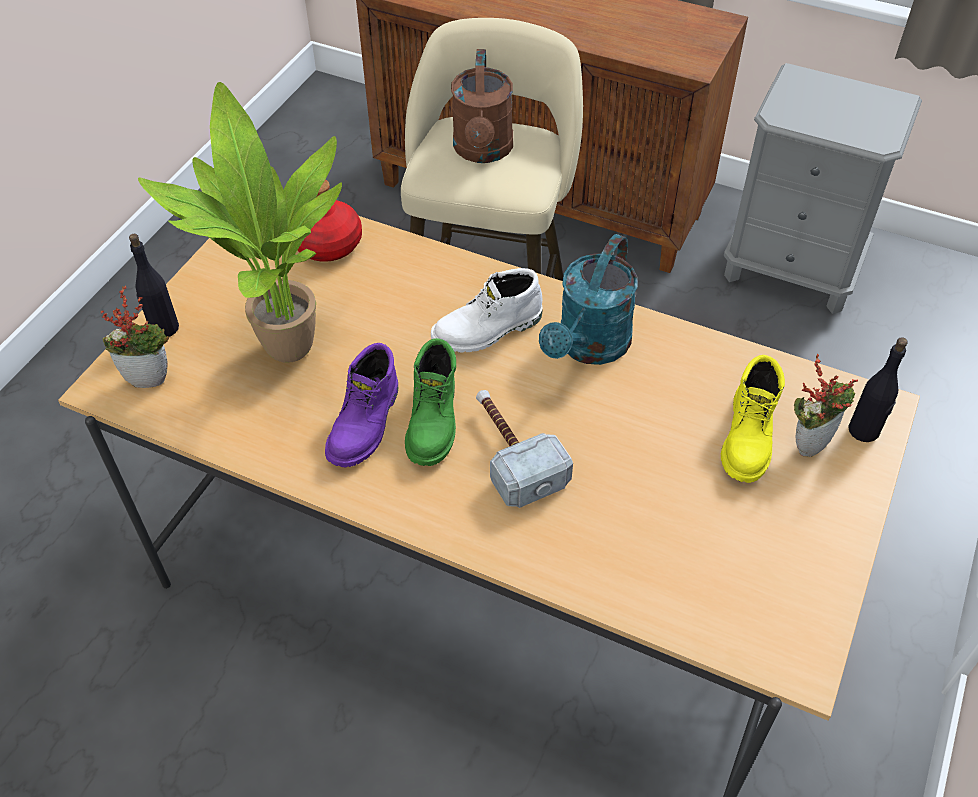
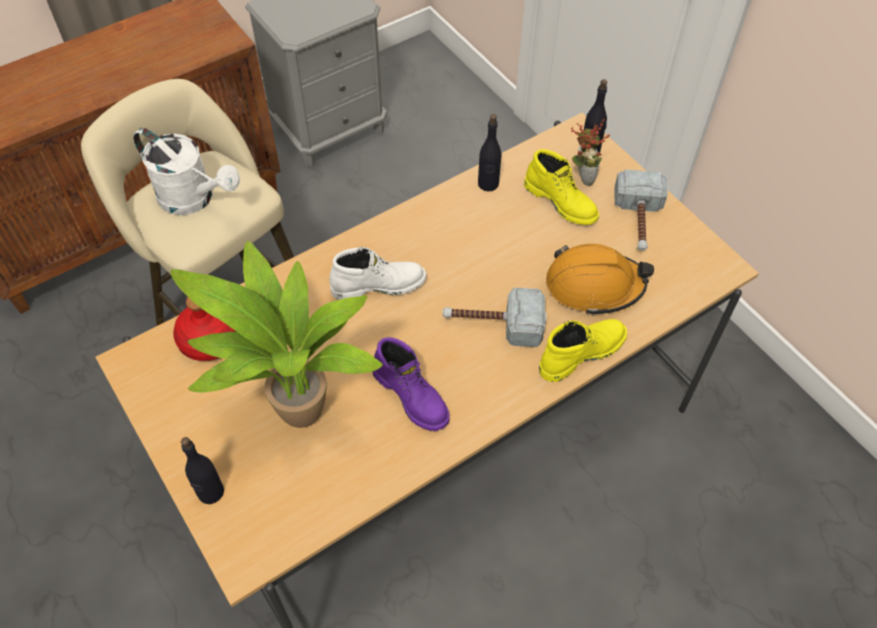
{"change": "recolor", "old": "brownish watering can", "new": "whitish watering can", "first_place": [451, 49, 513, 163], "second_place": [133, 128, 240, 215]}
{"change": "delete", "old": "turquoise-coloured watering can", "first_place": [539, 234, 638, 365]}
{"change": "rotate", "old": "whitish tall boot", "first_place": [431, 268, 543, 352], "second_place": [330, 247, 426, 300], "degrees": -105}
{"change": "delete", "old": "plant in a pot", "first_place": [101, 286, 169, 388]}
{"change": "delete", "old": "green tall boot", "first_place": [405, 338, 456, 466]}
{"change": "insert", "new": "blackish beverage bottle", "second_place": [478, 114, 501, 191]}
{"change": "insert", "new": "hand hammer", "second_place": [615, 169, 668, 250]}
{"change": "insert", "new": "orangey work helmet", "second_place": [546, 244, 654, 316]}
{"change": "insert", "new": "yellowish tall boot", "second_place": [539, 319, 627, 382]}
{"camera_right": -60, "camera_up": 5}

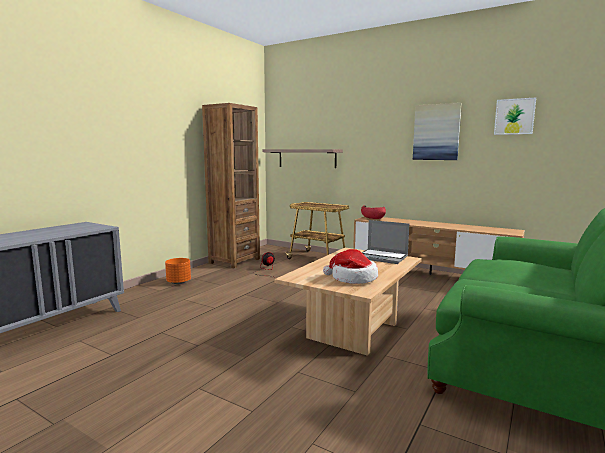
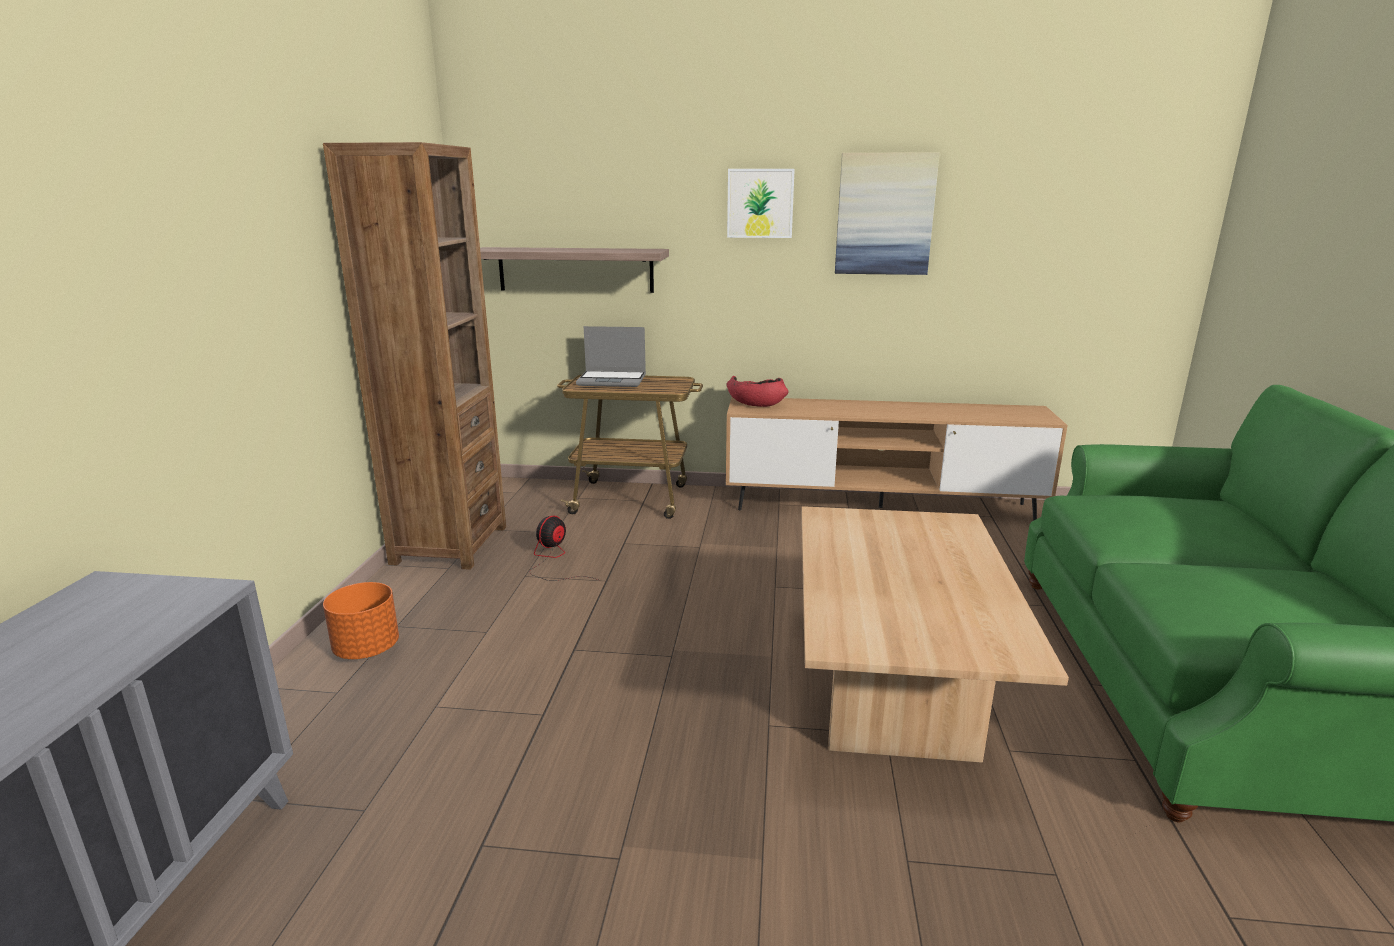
{"change": "move", "old": "wall picture", "first_place": [494, 98, 536, 135], "second_place": [727, 169, 795, 238]}
{"change": "move", "old": "portable computer", "first_place": [362, 220, 409, 264], "second_place": [576, 326, 646, 387]}
{"change": "delete", "old": "clothing hat", "first_place": [323, 249, 378, 284]}
{"camera_right": -25, "camera_up": 10}

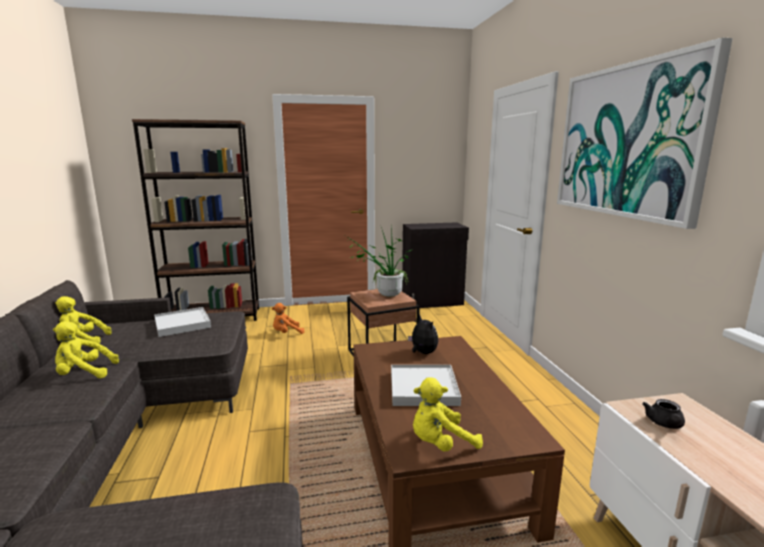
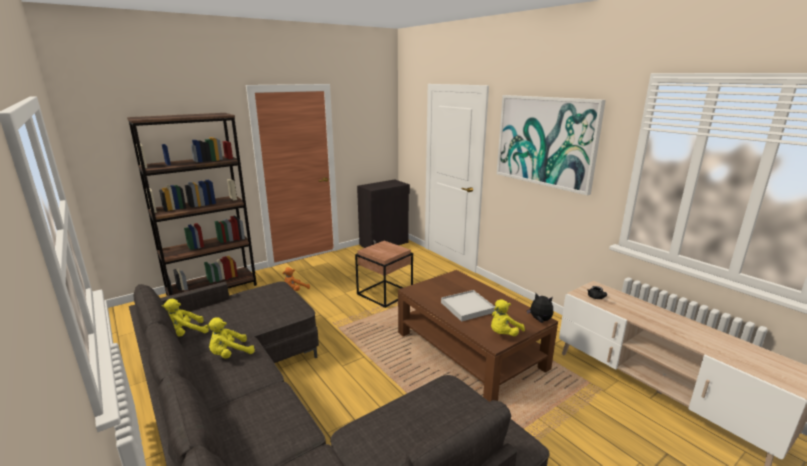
{"change": "delete", "old": "plant in a pot", "first_place": [346, 226, 411, 297]}
{"change": "delete", "old": "whitish carrying tray", "first_place": [154, 307, 211, 337]}
{"change": "move", "old": "soft toy", "first_place": [408, 315, 438, 354], "second_place": [527, 293, 553, 323]}
{"camera_right": -25, "camera_up": 5}

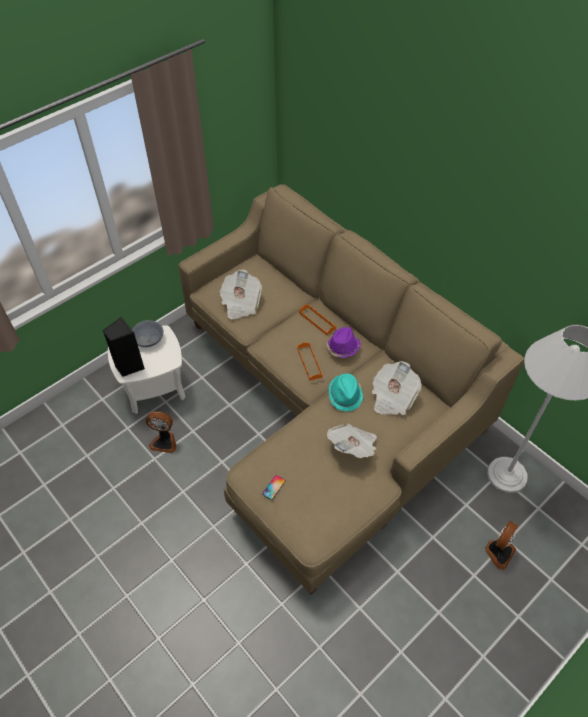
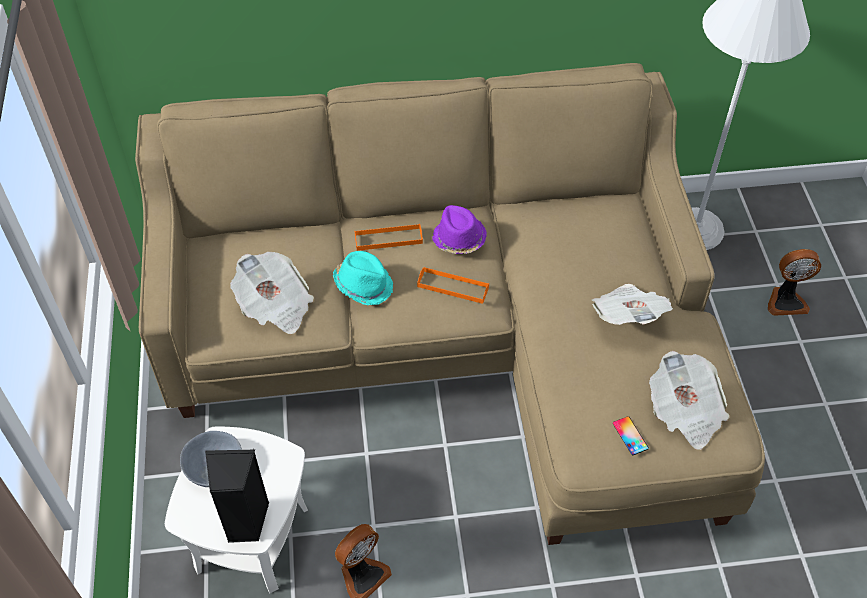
{"change": "move", "old": "newspaper", "first_place": [372, 361, 421, 415], "second_place": [649, 351, 729, 450]}
{"change": "move", "old": "turquoise-coloured clothing hat", "first_place": [329, 374, 363, 412], "second_place": [333, 251, 393, 306]}
{"change": "rotate", "old": "cooling fan", "first_place": [485, 521, 518, 570], "second_place": [768, 249, 821, 316], "degrees": 105}
{"camera_right": -55, "camera_up": 0}

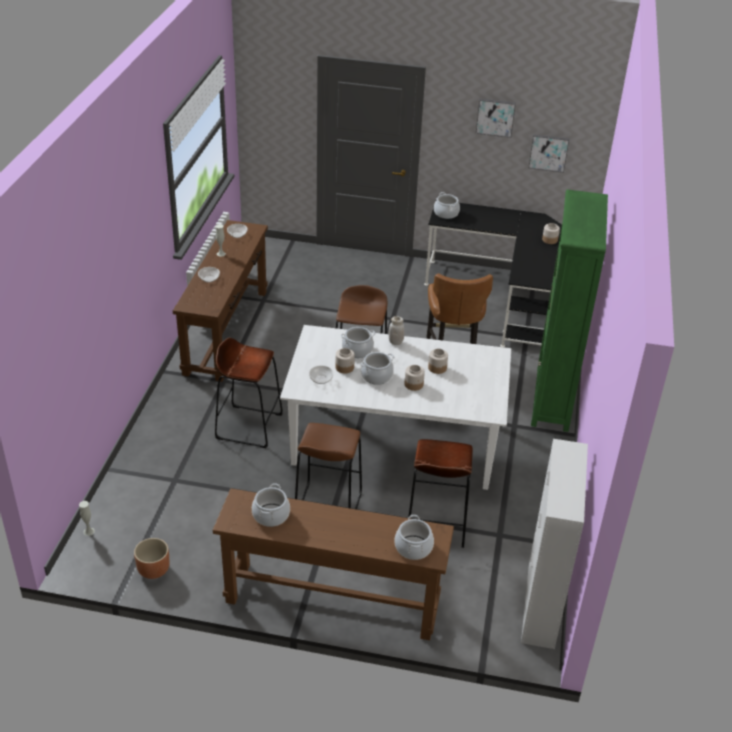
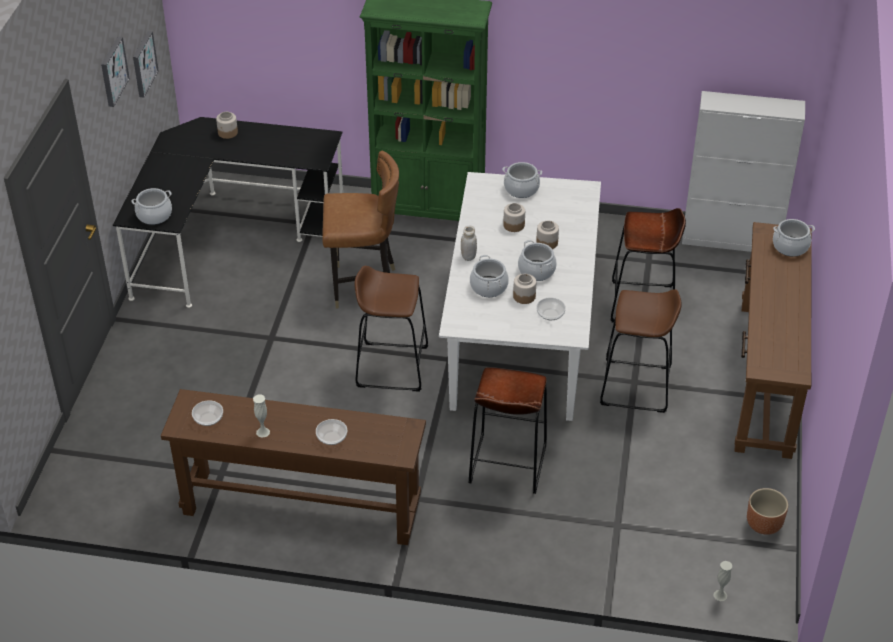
{"change": "move", "old": "saucepot", "first_place": [252, 483, 290, 527], "second_place": [503, 162, 542, 198]}
{"camera_right": -90, "camera_up": 5}

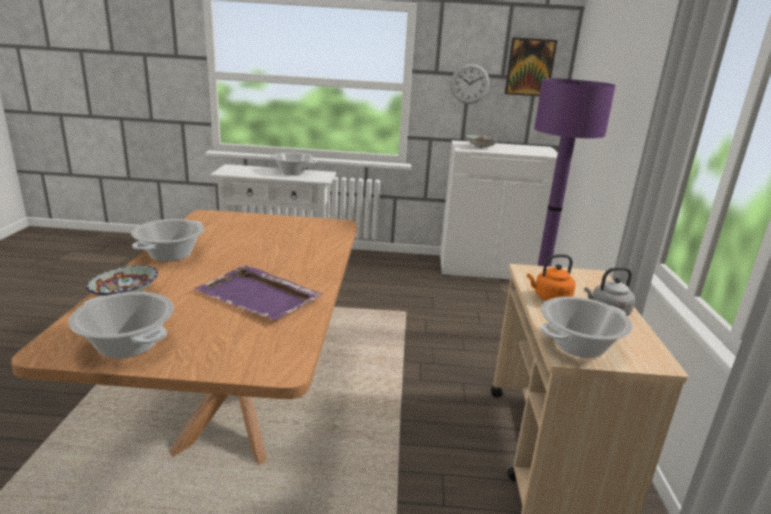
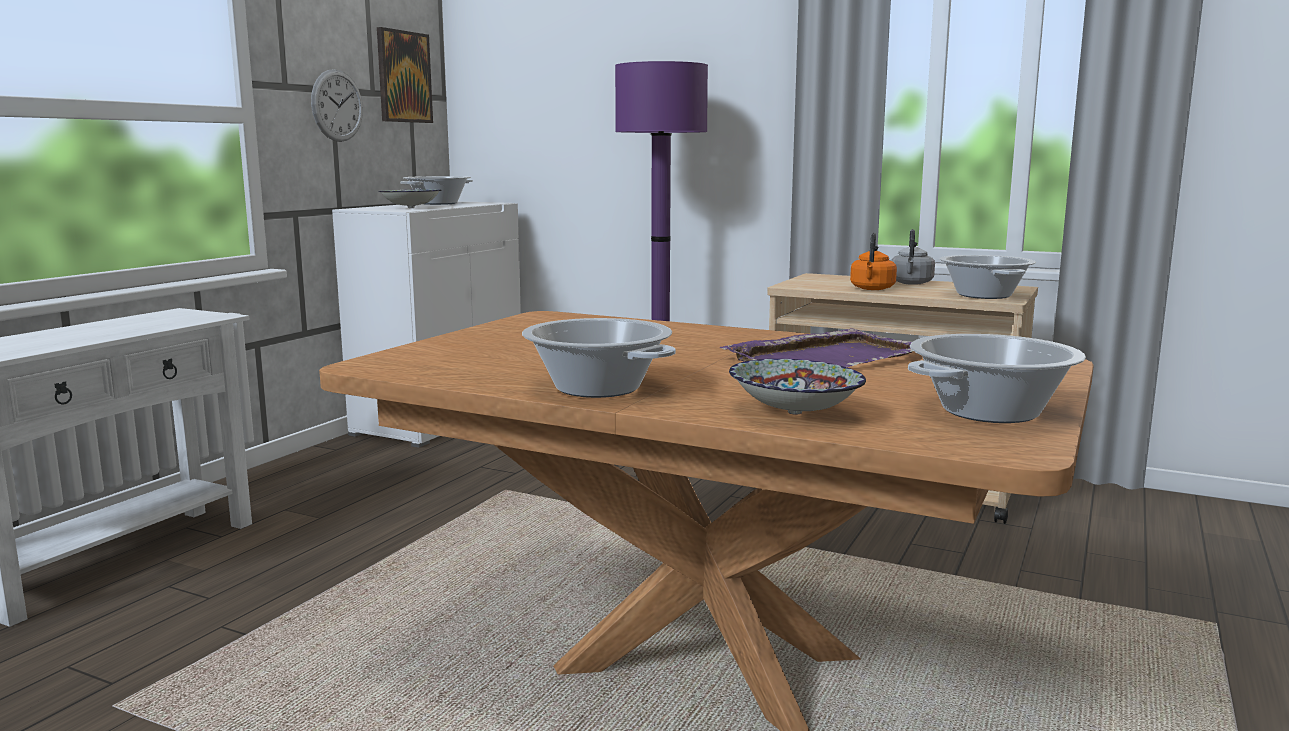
{"change": "move", "old": "saucepot", "first_place": [268, 152, 318, 175], "second_place": [400, 176, 473, 205]}
{"camera_right": -65, "camera_up": -10}

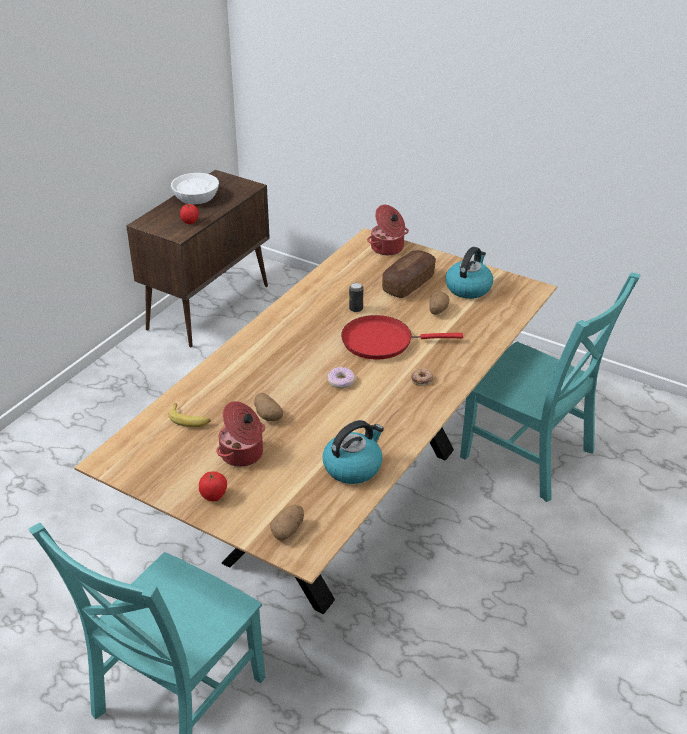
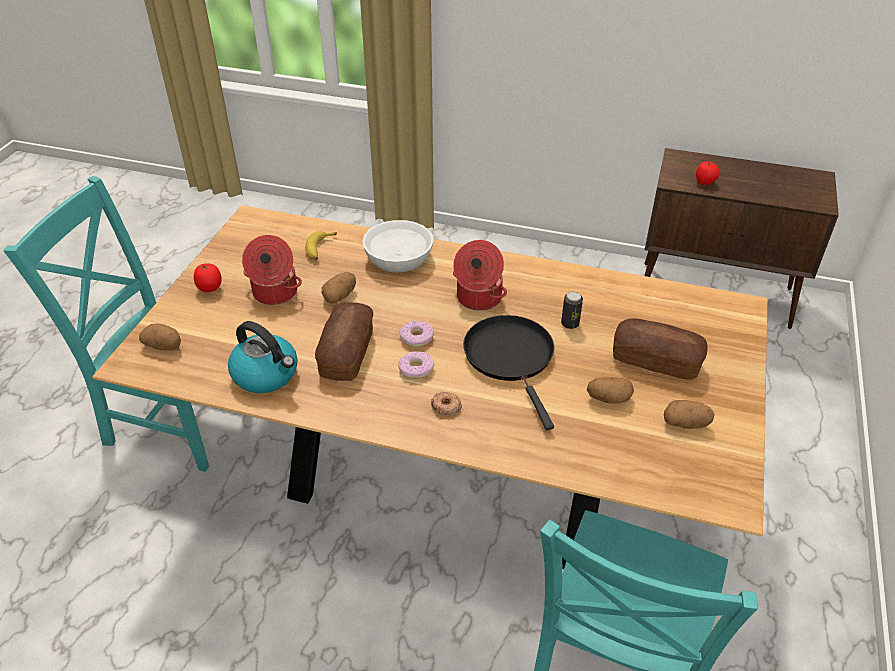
{"change": "move", "old": "whitish deep dish", "first_place": [171, 173, 219, 204], "second_place": [362, 220, 433, 273]}
{"change": "move", "old": "saucepot", "first_place": [367, 205, 409, 255], "second_place": [453, 240, 507, 311]}
{"change": "replace", "old": "kettle", "new": "spud", "first_place": [445, 247, 493, 299], "second_place": [664, 400, 714, 429]}
{"change": "recolor", "old": "red frying pan", "new": "blackish frying pan", "first_place": [341, 315, 463, 360], "second_place": [463, 315, 554, 430]}
{"change": "insert", "new": "bakery bread", "second_place": [315, 302, 373, 381]}
{"change": "insert", "new": "ring doughnut", "second_place": [398, 351, 434, 379]}
{"camera_right": 75, "camera_up": 5}

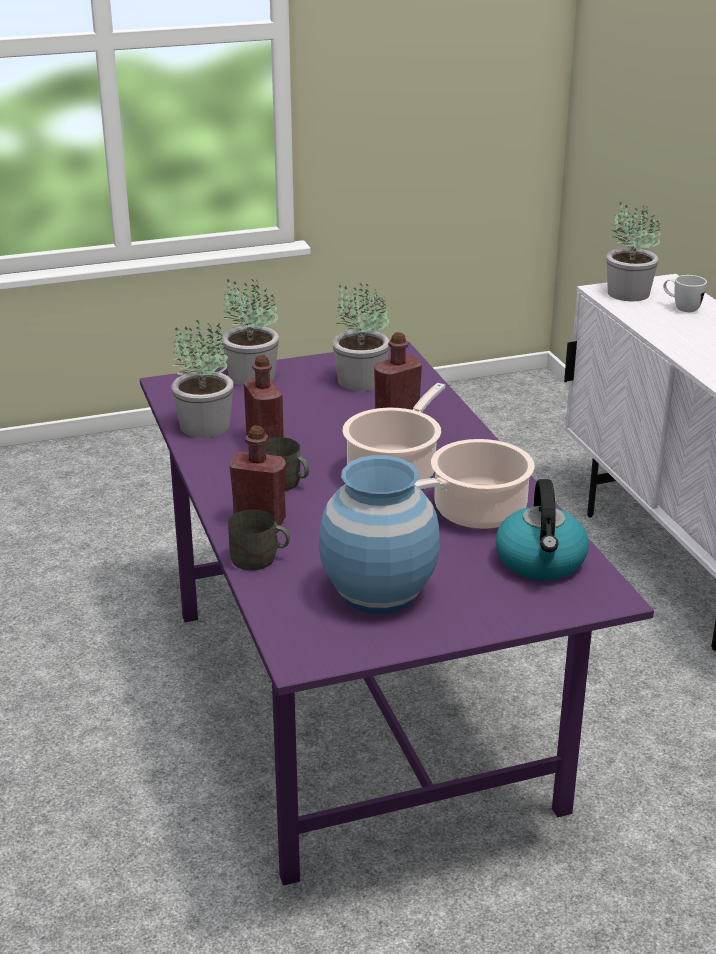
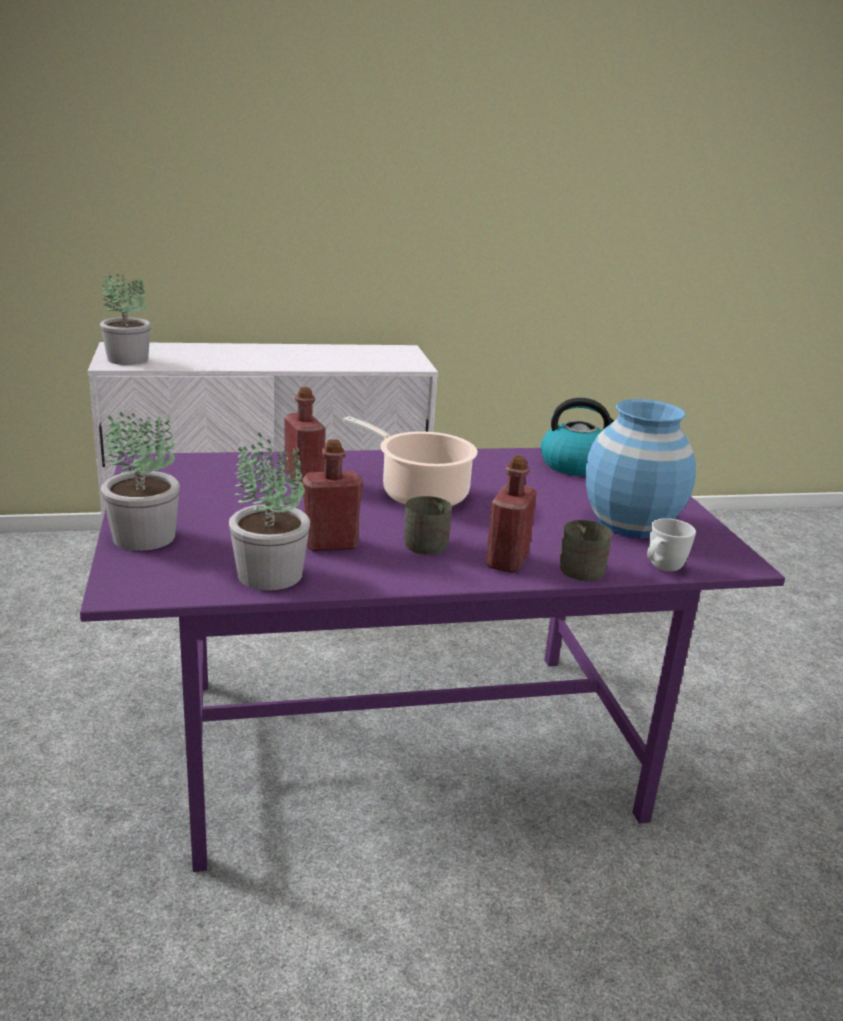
{"change": "move", "old": "whitish tea mug", "first_place": [663, 275, 707, 312], "second_place": [647, 518, 696, 572]}
{"change": "delete", "old": "plant in a pot", "first_place": [332, 283, 390, 391]}
{"change": "delete", "old": "saucepot", "first_place": [415, 439, 535, 529]}
{"camera_right": -85, "camera_up": -5}

